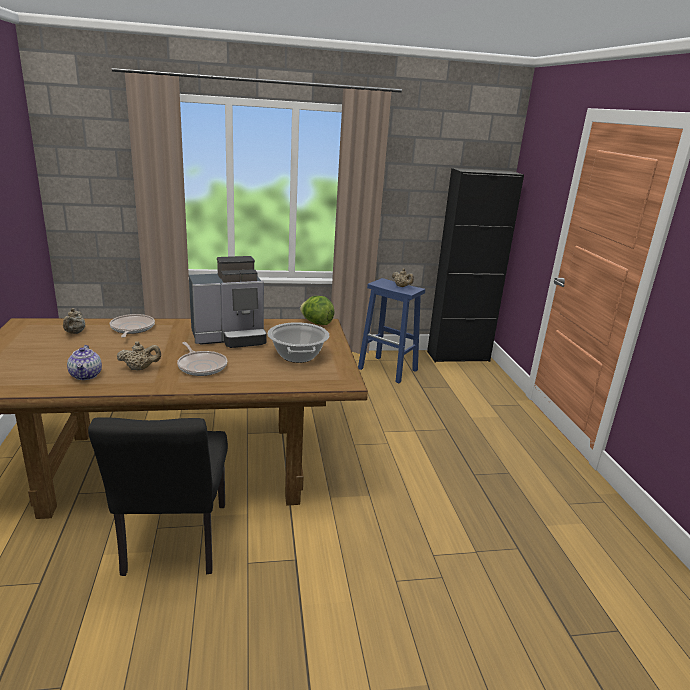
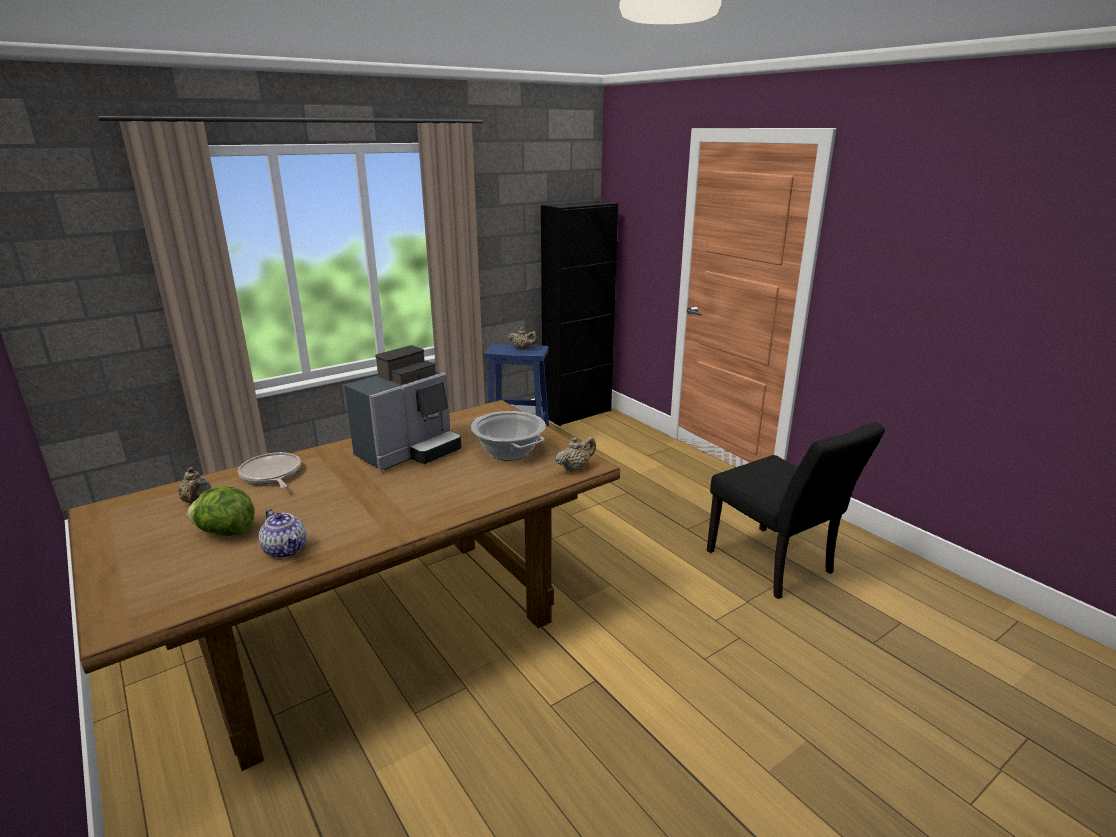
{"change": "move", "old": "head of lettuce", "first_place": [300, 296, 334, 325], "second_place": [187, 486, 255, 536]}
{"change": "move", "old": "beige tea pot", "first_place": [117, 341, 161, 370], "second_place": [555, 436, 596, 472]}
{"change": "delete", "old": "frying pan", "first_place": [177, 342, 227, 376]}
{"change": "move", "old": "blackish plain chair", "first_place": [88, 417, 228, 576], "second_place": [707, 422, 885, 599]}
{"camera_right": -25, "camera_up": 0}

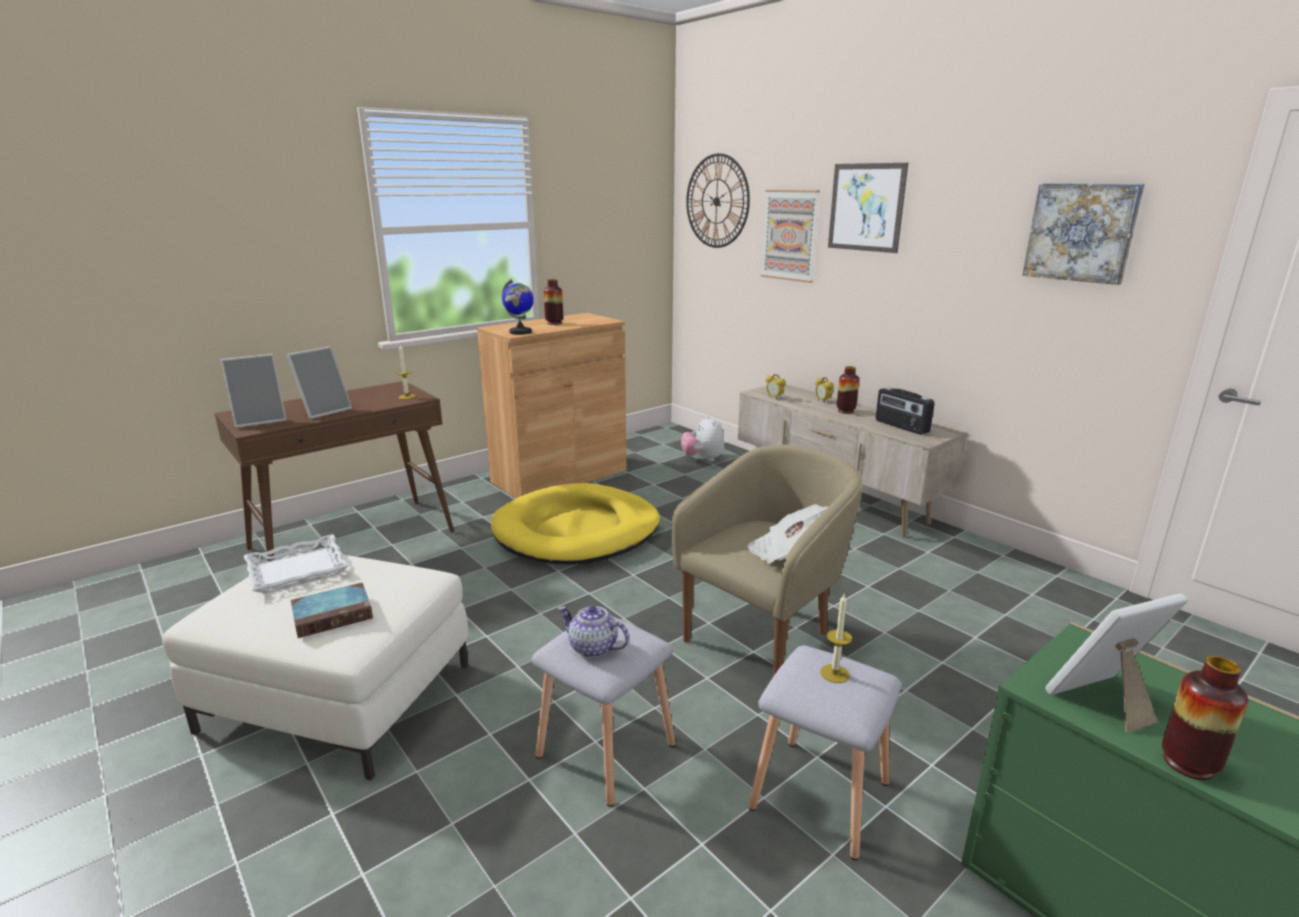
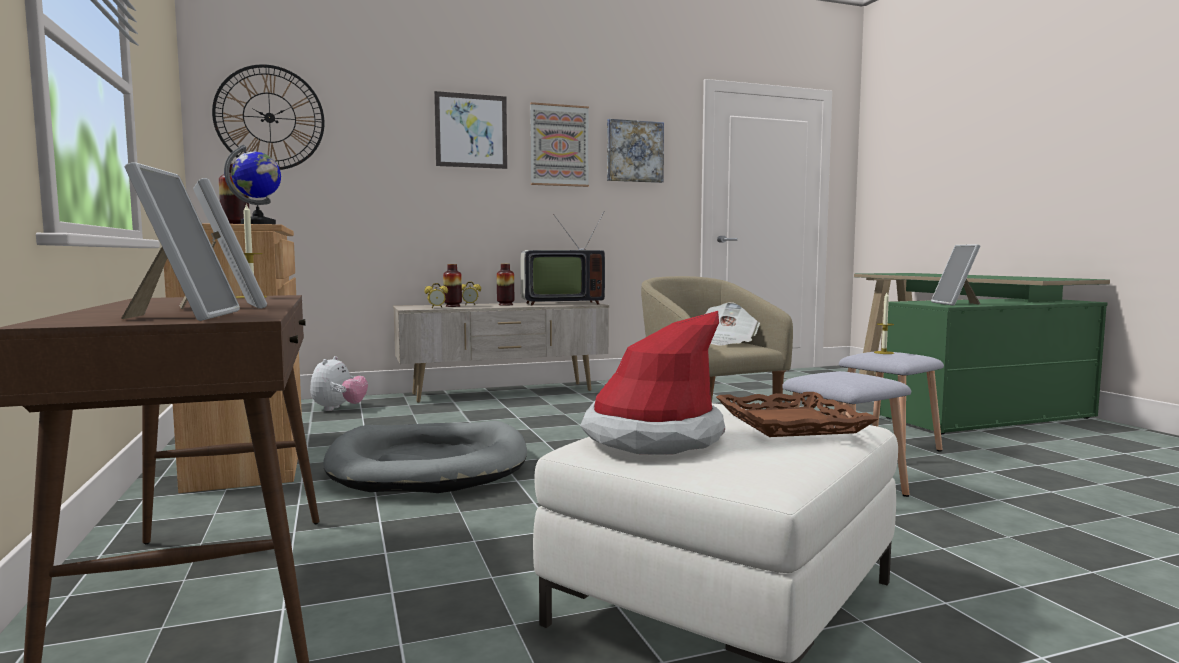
{"change": "move", "old": "wall picture", "first_place": [761, 190, 820, 283], "second_place": [530, 102, 589, 187]}
{"change": "replace", "old": "radio", "new": "TV", "first_place": [876, 387, 934, 435], "second_place": [520, 211, 605, 306]}
{"change": "rotate", "old": "soft toy", "first_place": [681, 415, 725, 462], "second_place": [310, 356, 368, 411], "degrees": -90}
{"change": "recolor", "old": "yellowish dog cushion", "new": "greyish dog cushion", "first_place": [491, 483, 660, 565], "second_place": [324, 421, 527, 493]}
{"change": "replace", "old": "whitish carrying tray", "new": "clothing hat", "first_place": [244, 534, 349, 594], "second_place": [580, 311, 725, 455]}
{"change": "replace", "old": "book", "new": "brownish carrying tray", "first_place": [291, 583, 373, 638], "second_place": [716, 392, 878, 437]}
{"change": "delete", "old": "tea pot", "first_place": [558, 605, 629, 658]}
{"change": "move", "old": "decorative vase", "first_place": [1162, 656, 1248, 780], "second_place": [443, 264, 462, 307]}
{"camera_right": -70, "camera_up": -15}

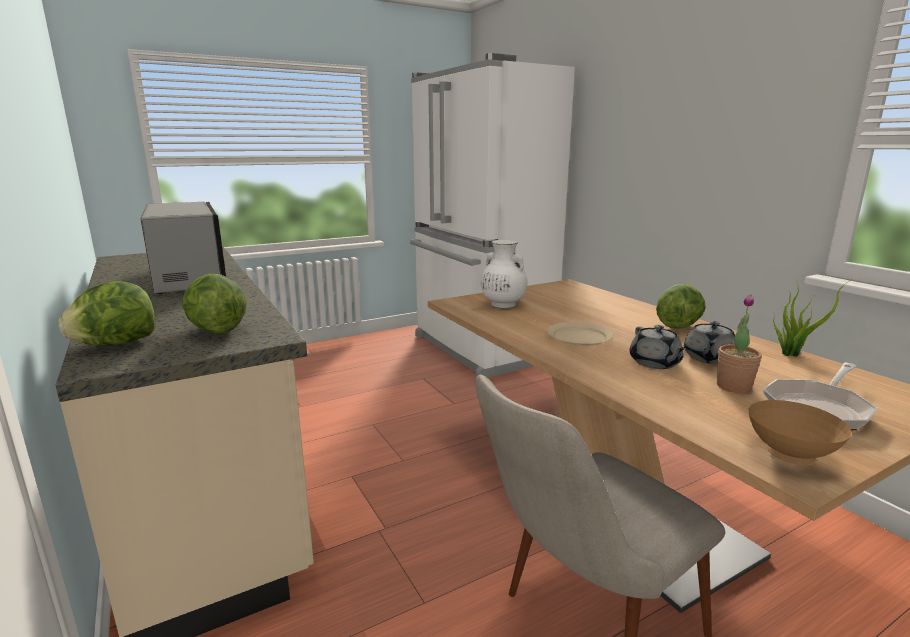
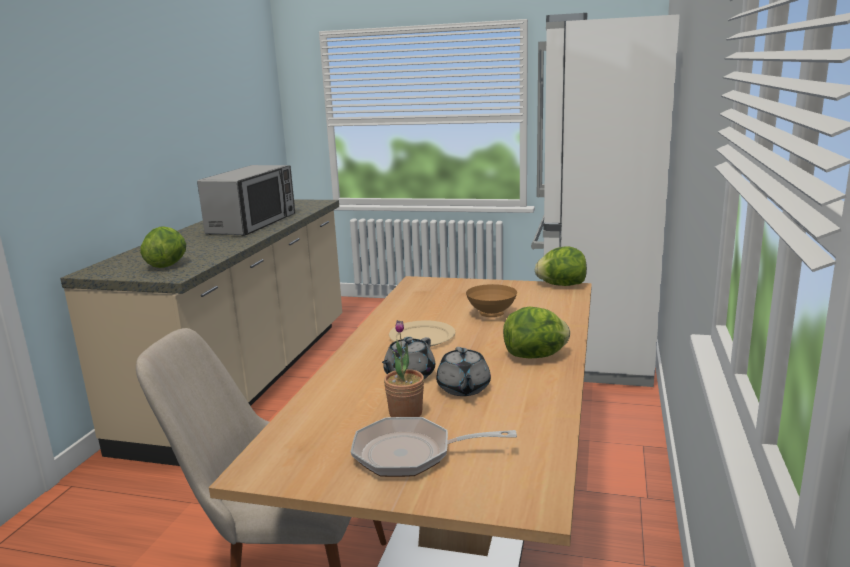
{"change": "delete", "old": "whitish decorative vase", "first_place": [481, 240, 527, 308]}
{"change": "delete", "old": "plant in a pot", "first_place": [773, 280, 851, 357]}
{"change": "move", "old": "head of lettuce", "first_place": [59, 281, 156, 346], "second_place": [535, 246, 587, 286]}
{"change": "rotate", "old": "greyish tea pot", "first_place": [684, 321, 735, 364], "second_place": [436, 347, 491, 396], "degrees": -75}
{"change": "move", "old": "brownish deep dish", "first_place": [749, 400, 852, 465], "second_place": [466, 284, 517, 317]}
{"camera_right": 45, "camera_up": 0}

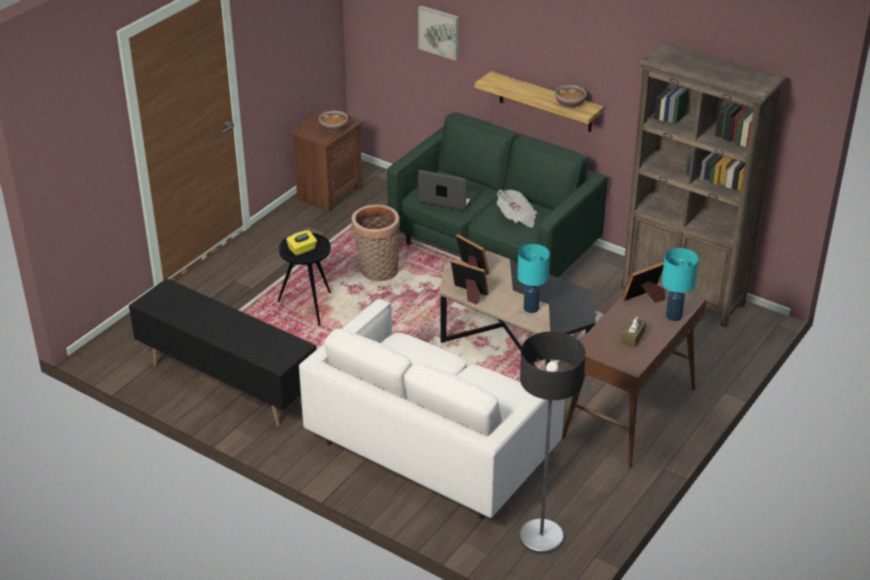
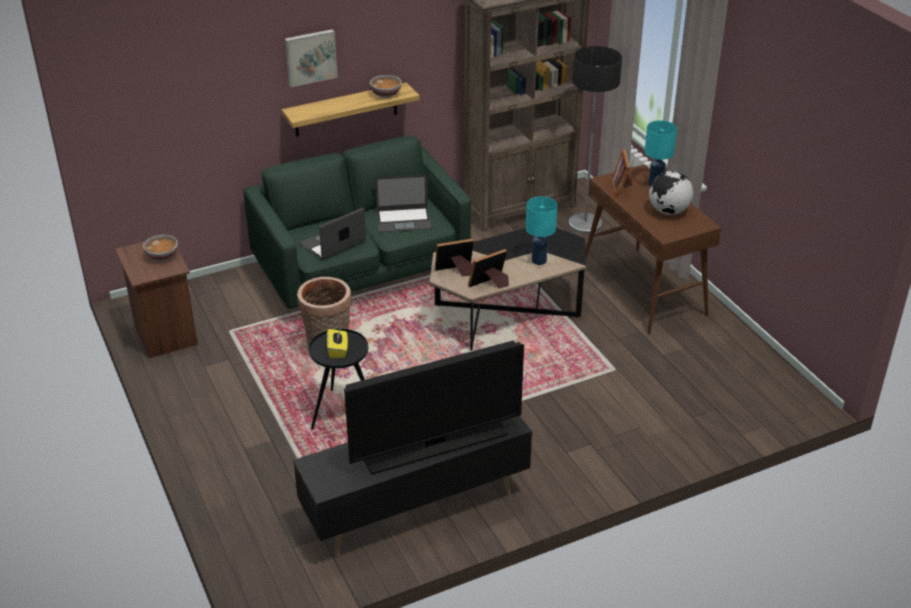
{"change": "move", "old": "wall picture", "first_place": [418, 5, 460, 61], "second_place": [285, 29, 338, 87]}
{"change": "replace", "old": "newspaper", "new": "portable computer", "first_place": [497, 190, 537, 227], "second_place": [375, 175, 431, 232]}
{"change": "delete", "old": "whitish settee", "first_place": [299, 299, 565, 519]}
{"change": "replace", "old": "brownish box of tissues", "new": "desk globe", "first_place": [620, 317, 646, 347], "second_place": [649, 171, 693, 215]}
{"change": "move", "old": "standard lamp", "first_place": [519, 331, 586, 554], "second_place": [568, 46, 622, 233]}
{"change": "insert", "new": "TV", "second_place": [344, 340, 524, 475]}
{"camera_right": -60, "camera_up": 0}

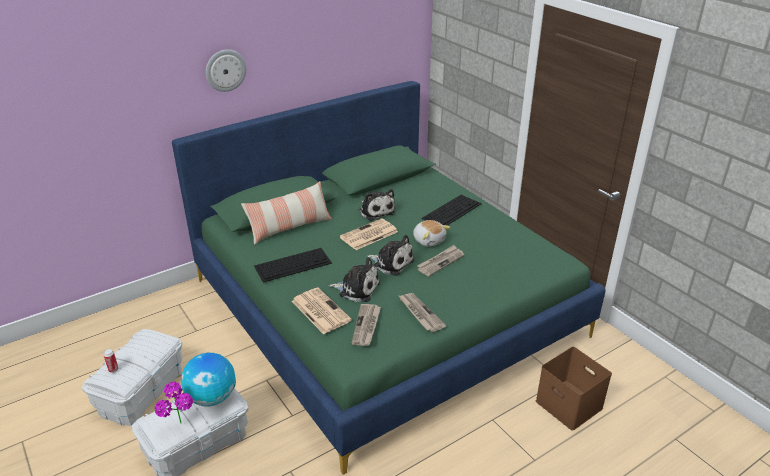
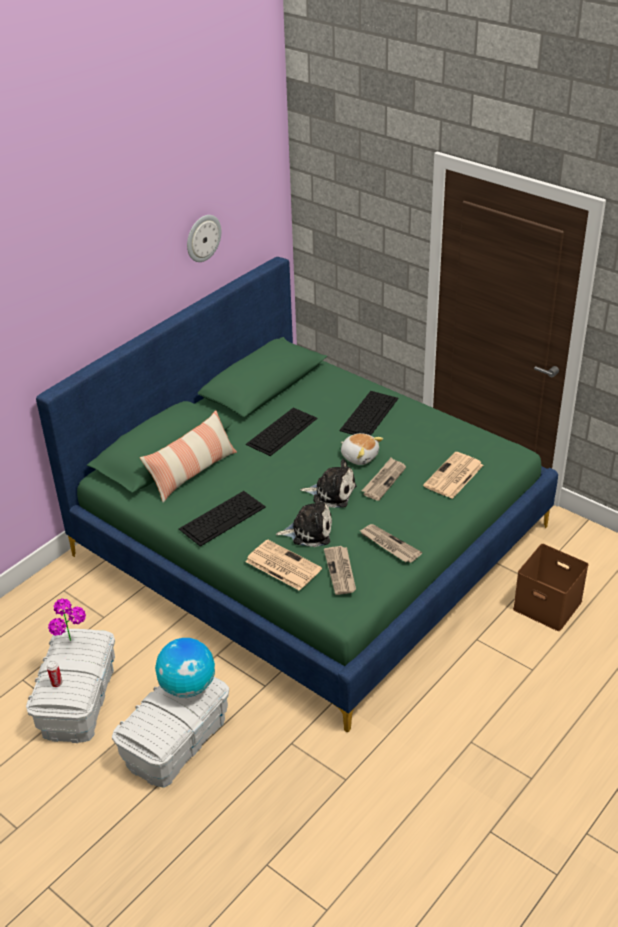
{"change": "move", "old": "wall clock", "first_place": [206, 49, 247, 92], "second_place": [187, 215, 221, 262]}
{"change": "replace", "old": "soft toy", "new": "computer keyboard", "first_place": [359, 189, 395, 221], "second_place": [246, 408, 318, 456]}
{"change": "move", "old": "newspaper", "first_place": [340, 218, 398, 250], "second_place": [423, 452, 484, 499]}
{"change": "move", "old": "plant in a pot", "first_place": [155, 382, 193, 424], "second_place": [48, 598, 86, 641]}
{"camera_right": -15, "camera_up": 5}

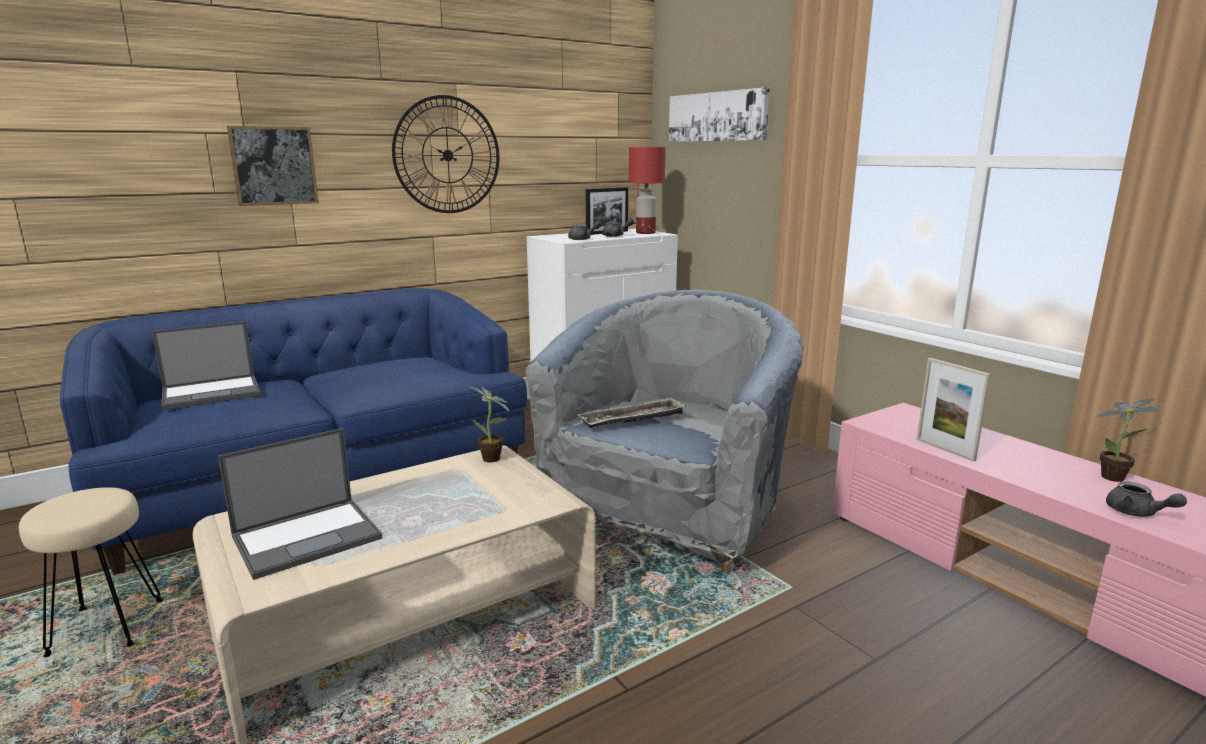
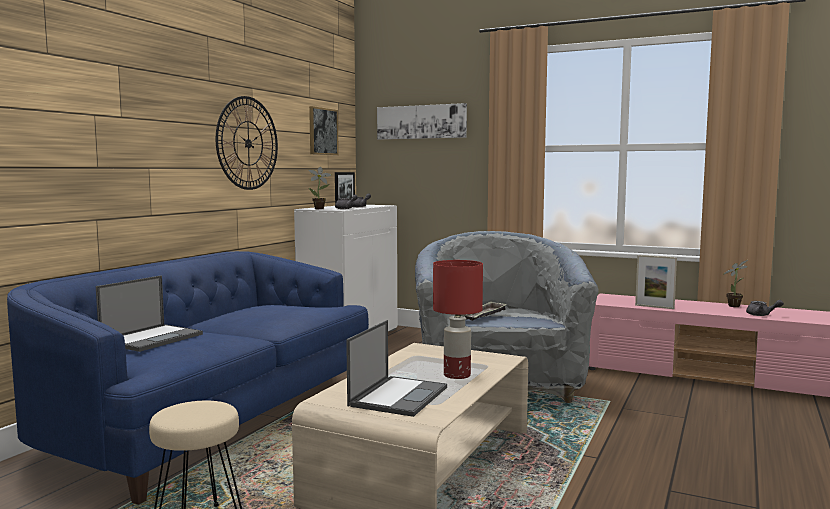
{"change": "move", "old": "wall picture", "first_place": [227, 126, 319, 206], "second_place": [309, 106, 339, 155]}
{"change": "move", "old": "red tabletop lamp", "first_place": [629, 147, 666, 234], "second_place": [433, 260, 483, 379]}
{"change": "move", "old": "plant in a pot", "first_place": [468, 386, 510, 462], "second_place": [308, 167, 331, 209]}
{"camera_right": -30, "camera_up": -10}

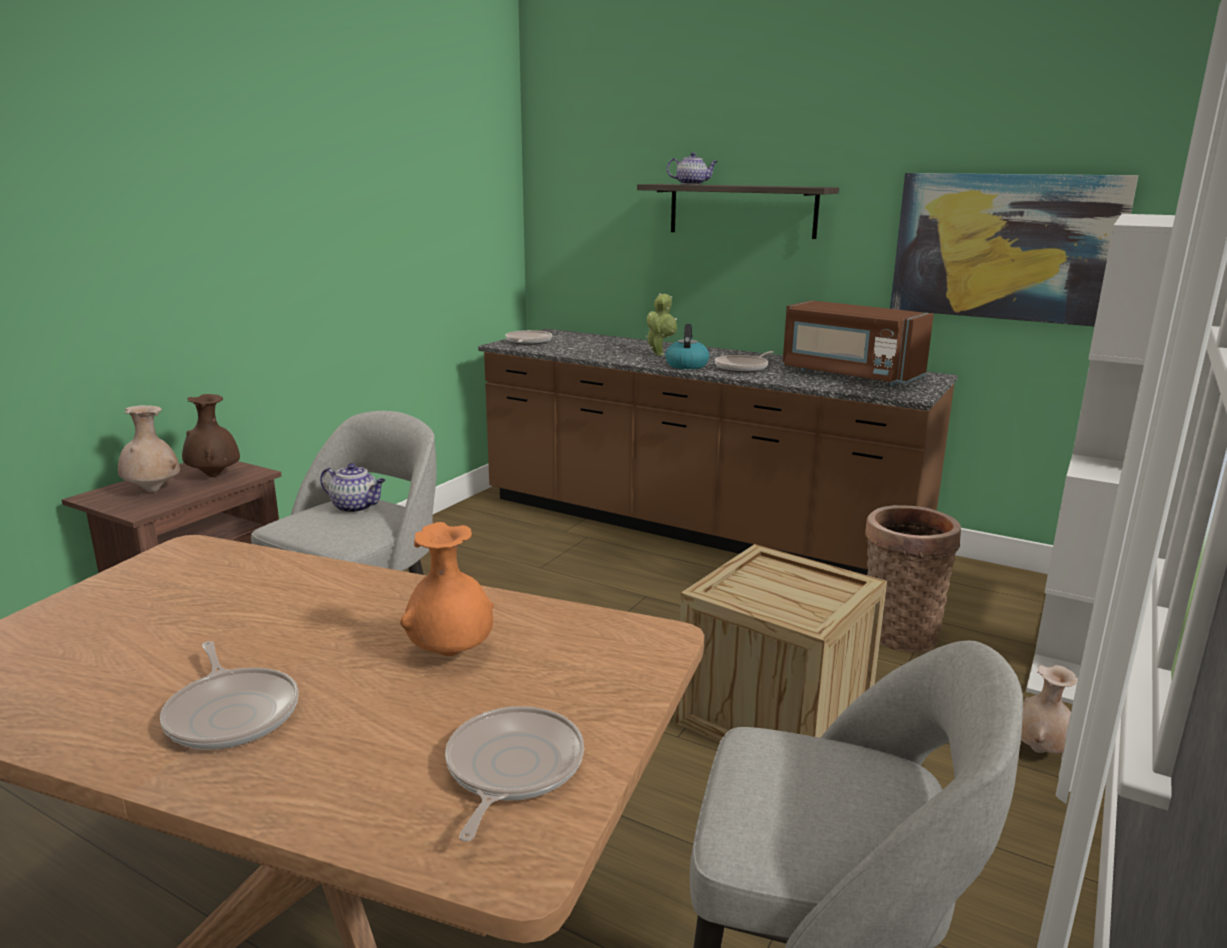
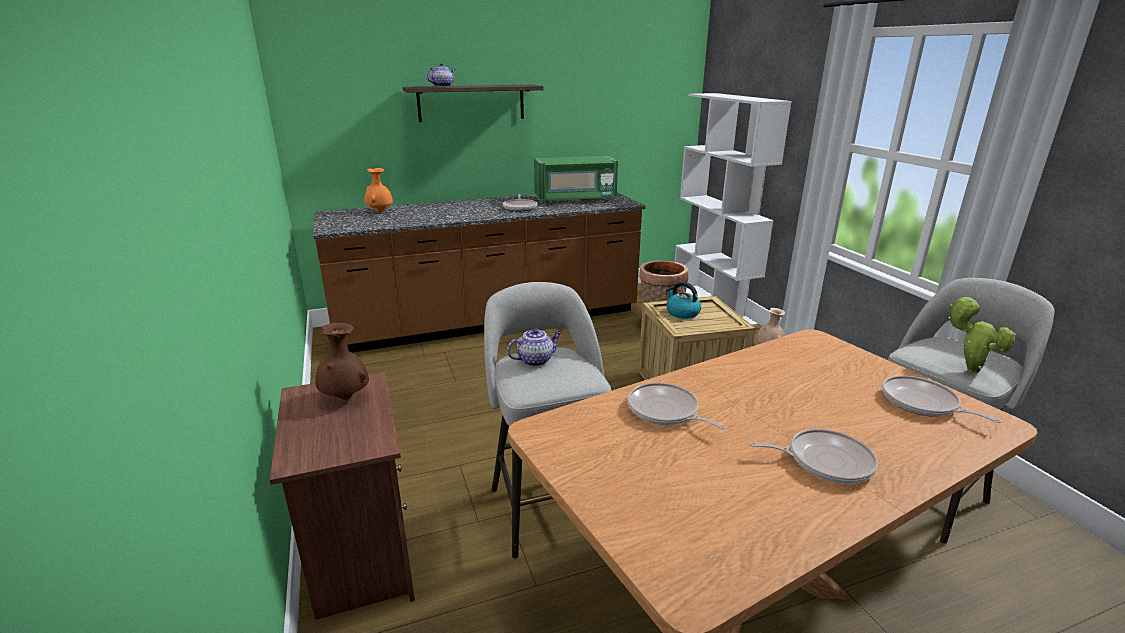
{"change": "delete", "old": "wall picture", "first_place": [890, 173, 1138, 326]}
{"change": "move", "old": "plant in a pot", "first_place": [646, 293, 677, 356], "second_place": [949, 297, 1016, 373]}
{"change": "recolor", "old": "brownish microwave", "new": "green microwave", "first_place": [782, 300, 934, 386], "second_place": [534, 156, 618, 203]}
{"change": "move", "old": "kettle", "first_place": [665, 324, 709, 369], "second_place": [666, 282, 701, 319]}
{"change": "move", "old": "frying pan", "first_place": [505, 330, 552, 345], "second_place": [628, 382, 726, 429]}
{"change": "delete", "old": "beige decorative vase", "first_place": [118, 405, 180, 492]}
{"change": "move", "old": "orangey decorative vase", "first_place": [400, 522, 494, 656], "second_place": [364, 168, 393, 212]}
{"camera_right": -50, "camera_up": 5}

